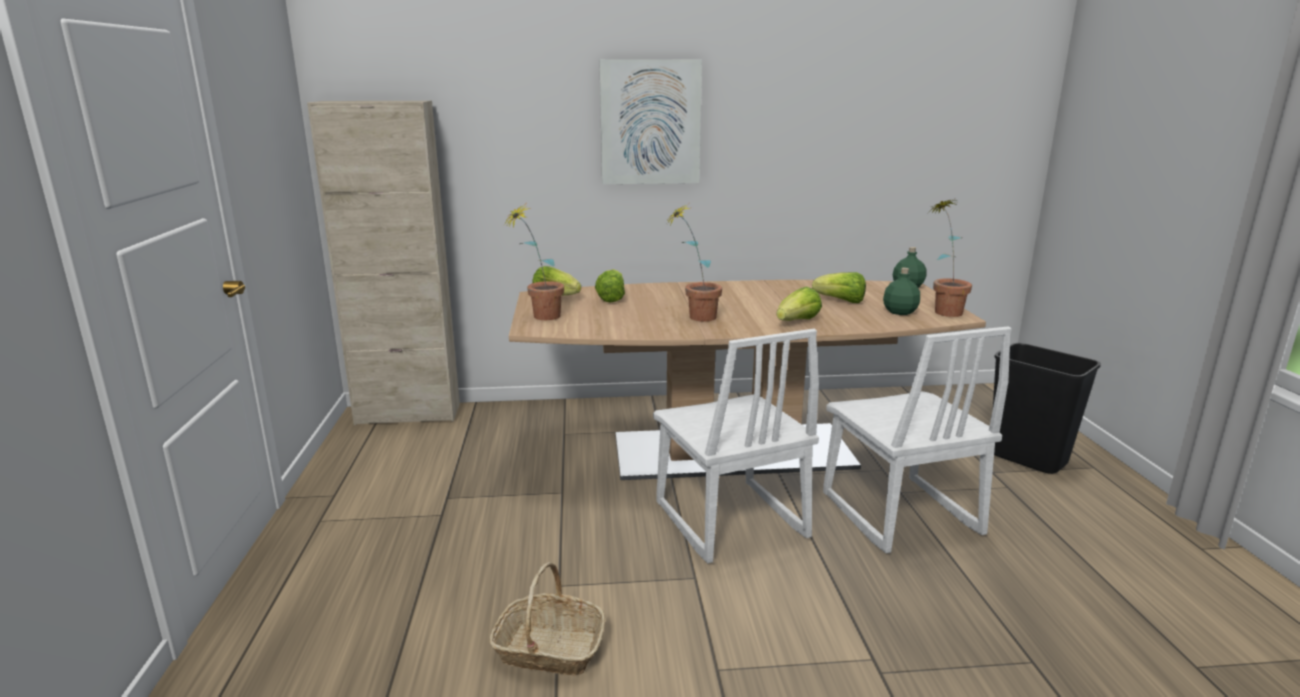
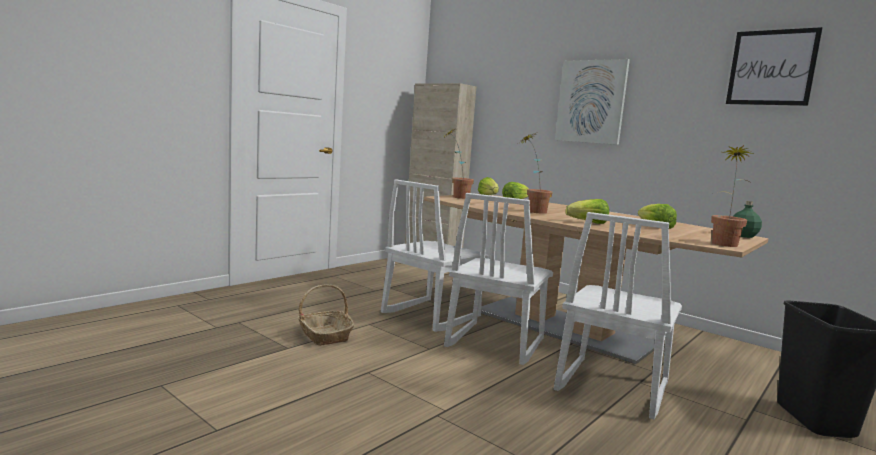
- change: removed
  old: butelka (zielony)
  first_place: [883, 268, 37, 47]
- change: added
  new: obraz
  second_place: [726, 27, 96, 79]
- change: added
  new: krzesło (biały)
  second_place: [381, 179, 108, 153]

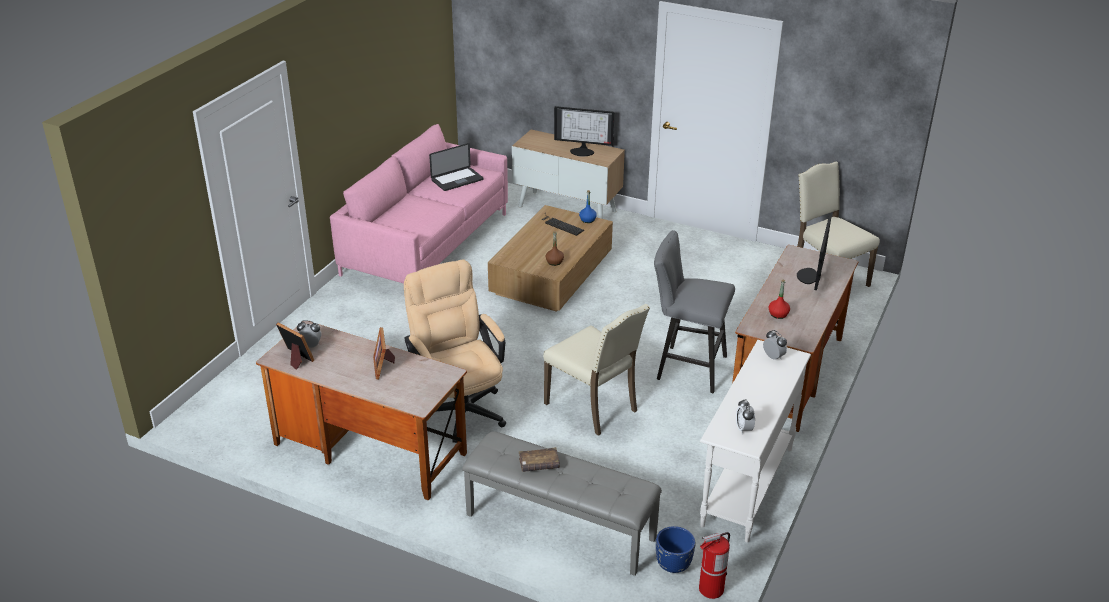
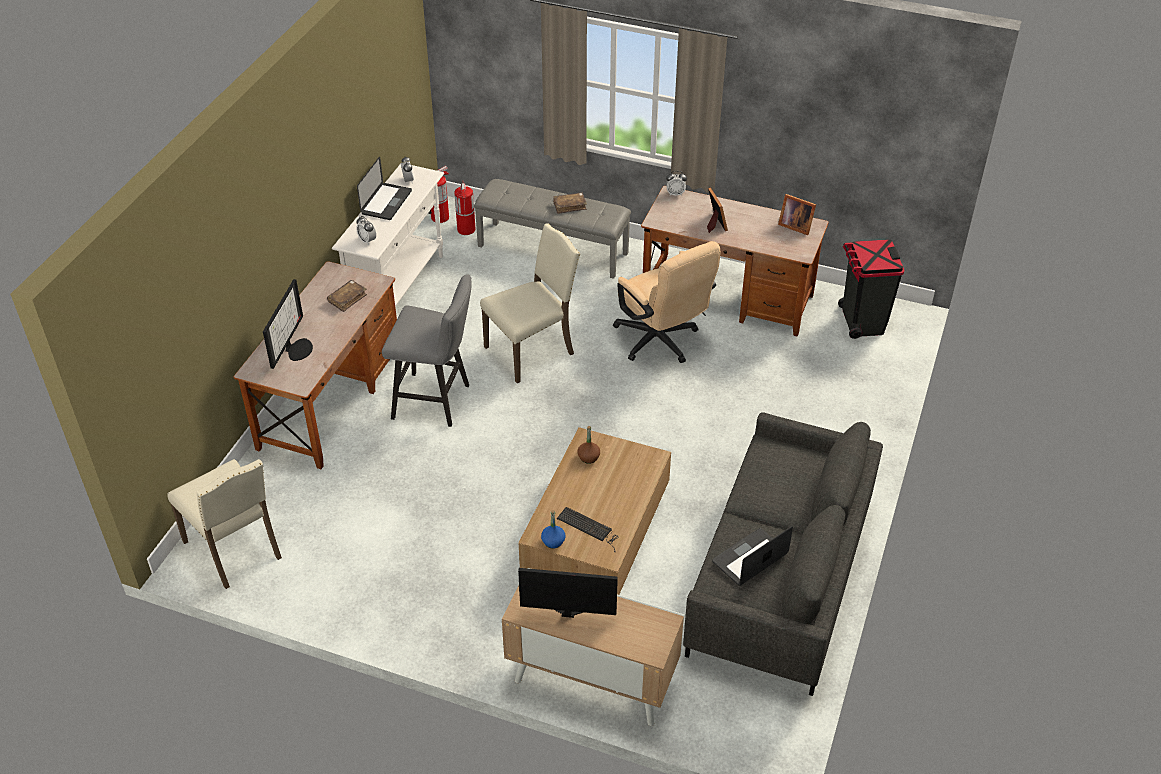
- change: recoloured
  old: kanapa (różowy)
  new: kanapa (szary)
  first_place: [330, 124, 178, 160]
  second_place: [683, 412, 200, 284]
- change: replaced
  old: butelka (czerwony)
  new: książka (brązowy)
  first_place: [769, 280, 21, 39]
  second_place: [327, 280, 40, 32]
- change: turned
  old: krzesło (beżowy)
  first_place: [543, 304, 107, 132]
  second_place: [480, 223, 101, 160]
  degrees: 105
- change: moved
  old: budzik
  first_place: [297, 320, 24, 28]
  second_place: [666, 171, 21, 25]
- change: replaced
  old: donica (niebieski)
  new: gaśnica
  first_place: [656, 526, 39, 47]
  second_place: [454, 181, 22, 54]
- change: added
  new: laptop
  second_place: [357, 157, 55, 63]
- change: added
  new: kosz na śmieci (czarny)
  second_place: [838, 239, 66, 100]

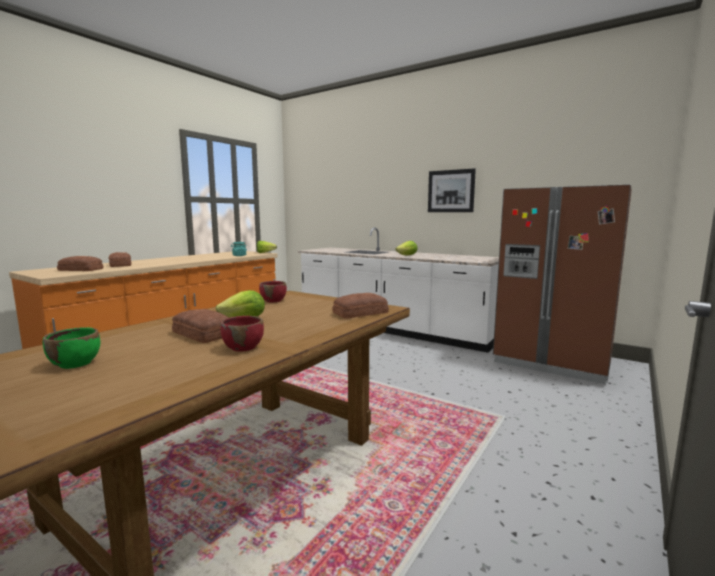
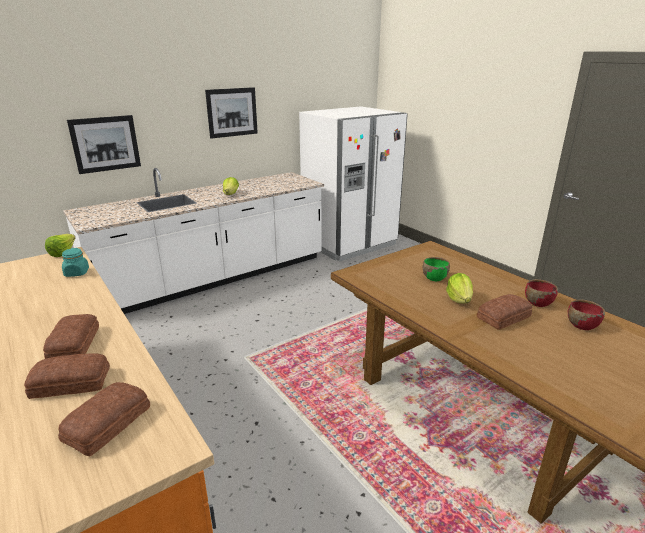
- change: recoloured
  old: lodówka (brązowy)
  new: lodówka (biały)
  first_place: [493, 184, 139, 200]
  second_place: [299, 106, 109, 156]
- change: moved
  old: miska (czerwony)
  first_place: [259, 281, 28, 21]
  second_place: [568, 300, 37, 30]
- change: moved
  old: chleb
  first_place: [332, 293, 57, 26]
  second_place: [43, 314, 56, 45]
- change: moved
  old: miska (zielony)
  first_place: [43, 327, 57, 42]
  second_place: [423, 257, 27, 24]
- change: added
  new: obraz
  second_place: [67, 115, 74, 59]

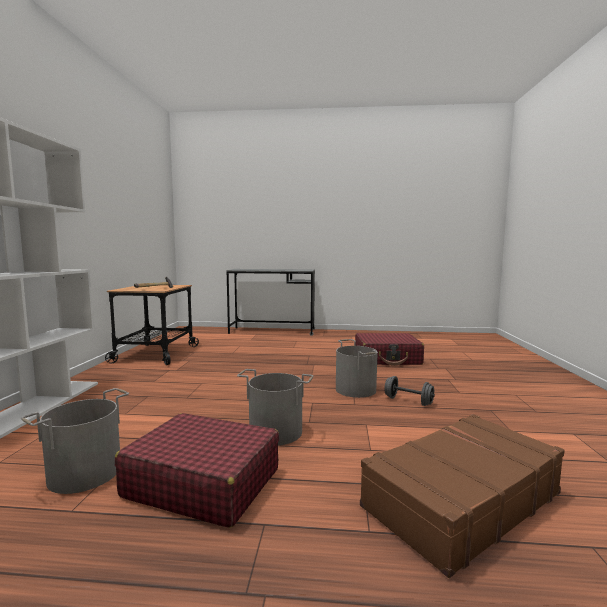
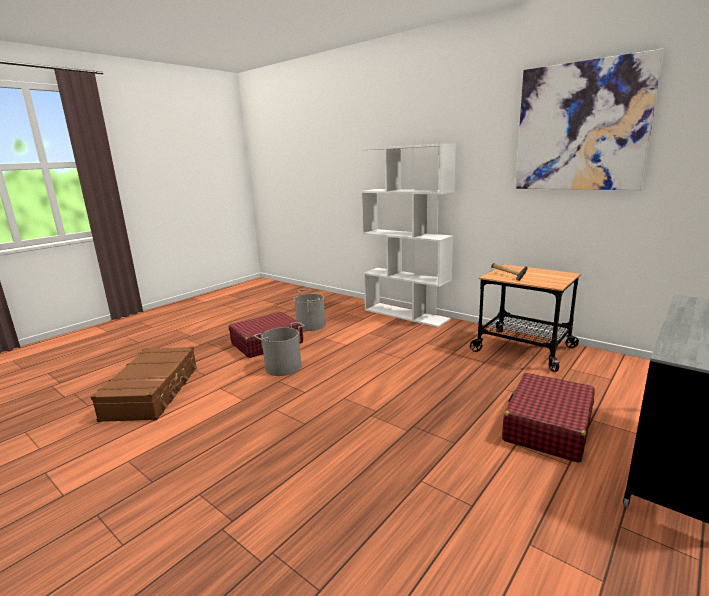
- change: moved
  old: walizka (czerwony)
  first_place: [355, 333, 69, 33]
  second_place: [502, 373, 93, 90]
- change: removed
  old: wiadro (szary)
  first_place: [336, 339, 42, 59]
- change: removed
  old: hantel (szary)
  first_place: [384, 376, 51, 30]
- change: added
  new: obraz
  second_place: [515, 49, 149, 141]

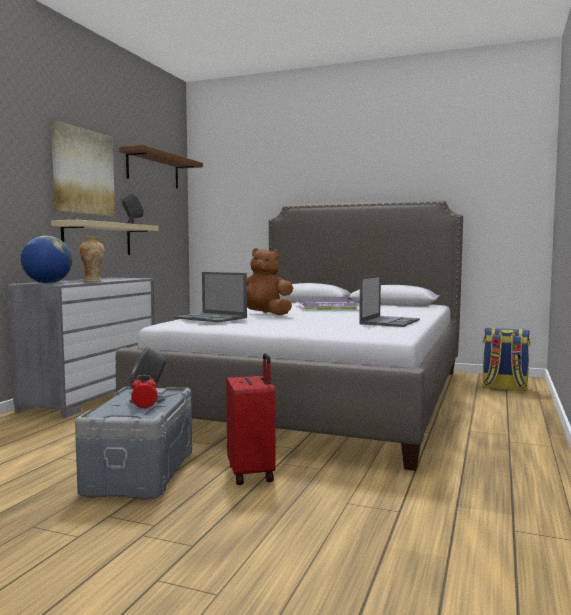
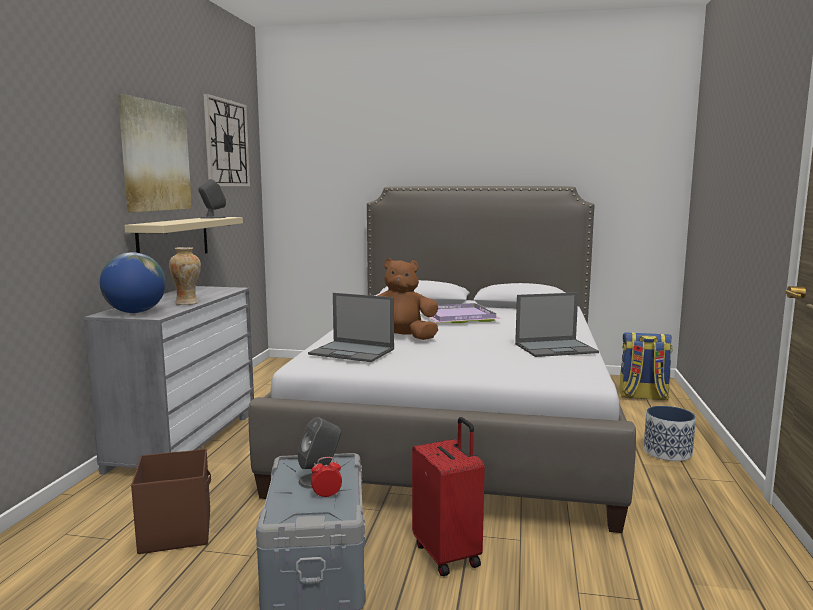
- change: replaced
  old: półka (brązowy)
  new: zegar ścienny
  first_place: [119, 145, 84, 43]
  second_place: [203, 94, 47, 92]
- change: turned
  old: laptop
  first_place: [359, 275, 61, 52]
  second_place: [515, 292, 84, 65]
  degrees: 60
- change: added
  new: donica
  second_place: [644, 406, 52, 55]
- change: added
  new: pojemnik do przechowywania (brązowy)
  second_place: [131, 449, 80, 105]

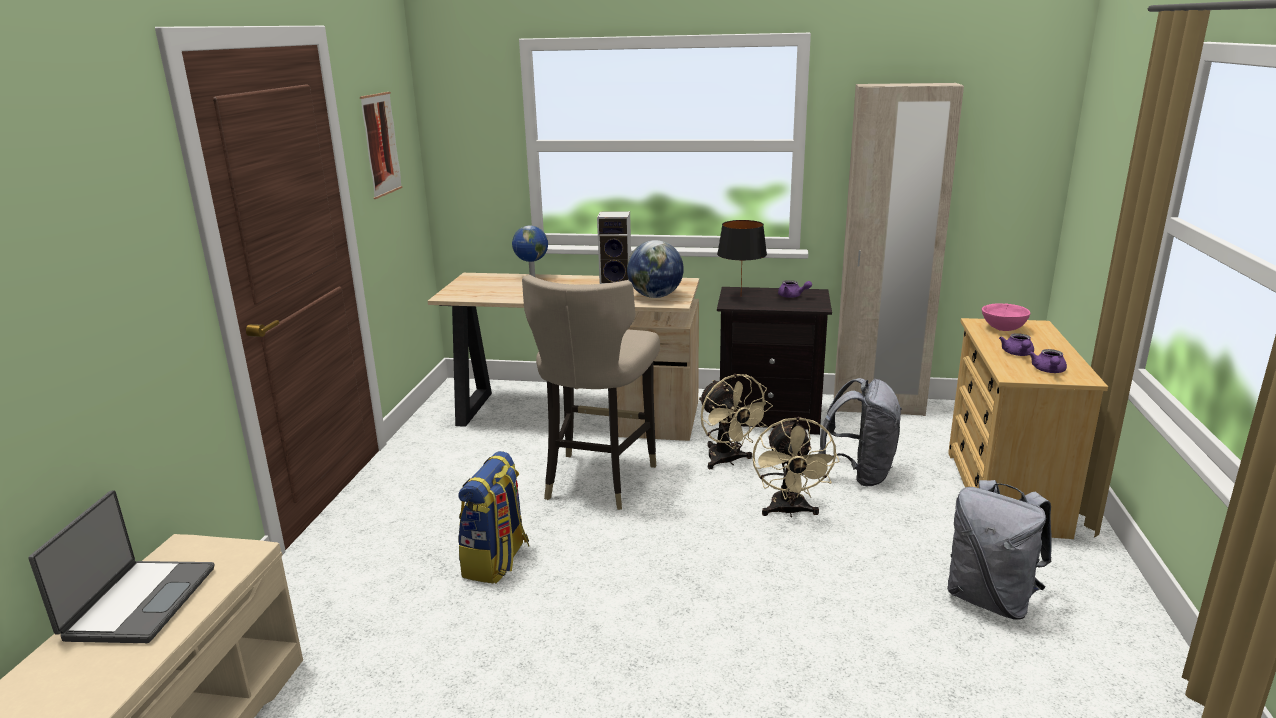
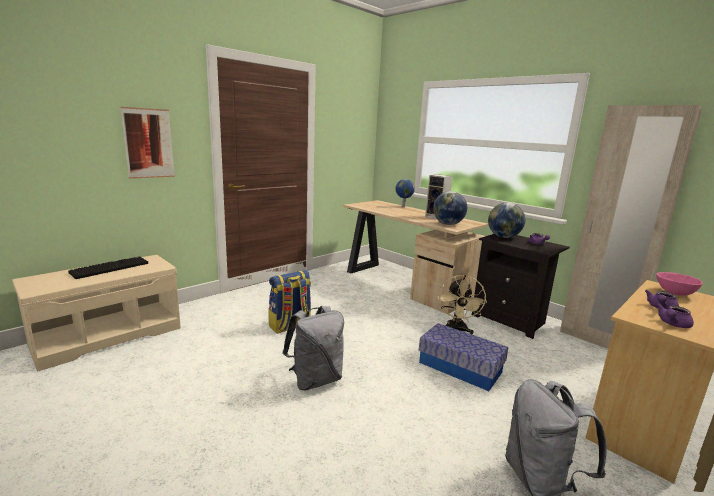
- change: moved
  old: obraz
  first_place: [360, 92, 42, 107]
  second_place: [121, 107, 54, 72]
- change: replaced
  old: lampa stołowa (czarny)
  new: globus
  first_place: [717, 220, 50, 70]
  second_place: [488, 202, 37, 36]
- change: removed
  old: stołek (beżowy)
  first_place: [522, 275, 138, 235]
- change: moved
  old: plecak (szary)
  first_place: [818, 378, 84, 108]
  second_place: [282, 306, 62, 85]
- change: replaced
  old: wentylator (beżowy)
  new: pojemnik do przechowywania
  first_place: [752, 417, 87, 101]
  second_place: [419, 323, 89, 68]
- change: replaced
  old: laptop
  new: klawiatura
  first_place: [29, 490, 186, 153]
  second_place: [68, 256, 80, 23]

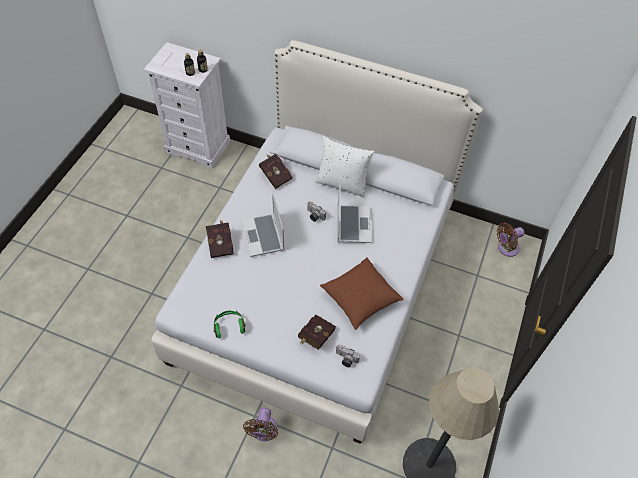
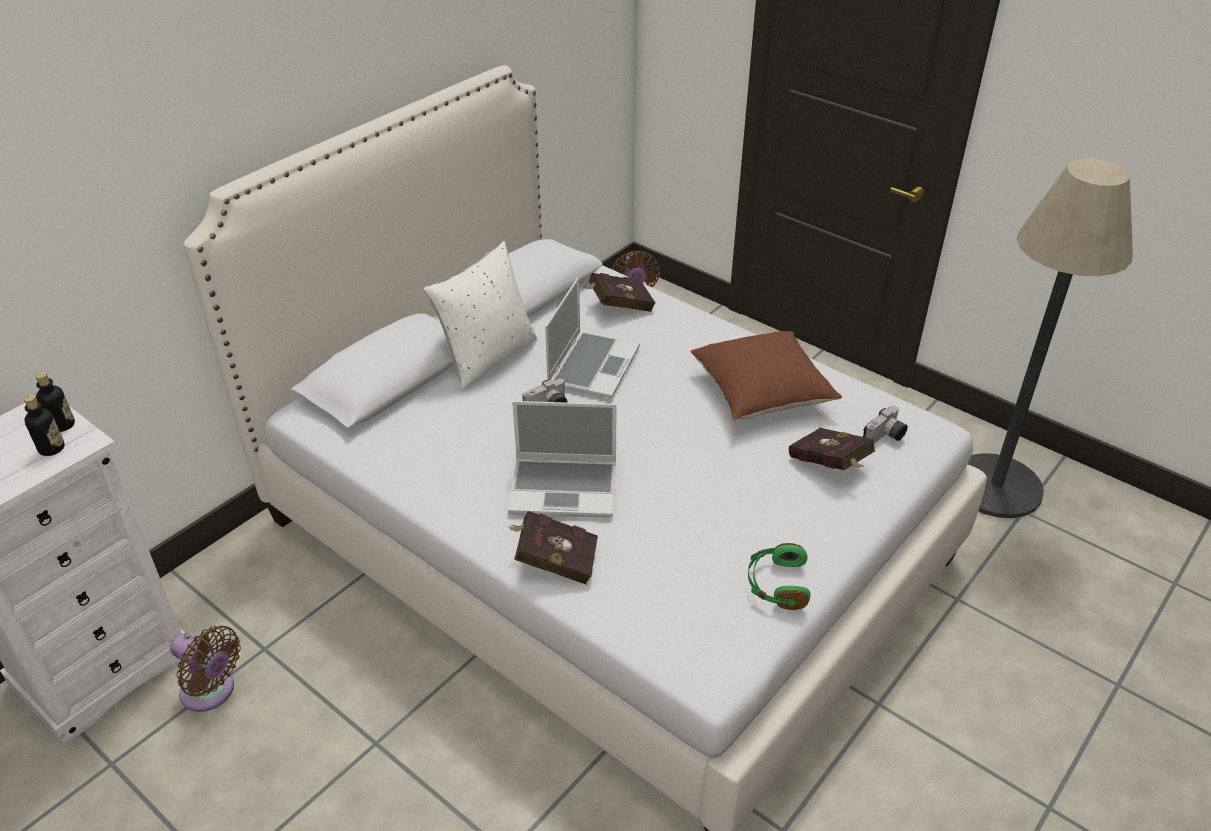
- change: moved
  old: książka (czerwony)
  first_place: [259, 154, 34, 35]
  second_place: [585, 273, 71, 39]
- change: turned
  old: laptop
  first_place: [337, 185, 35, 58]
  second_place: [545, 277, 95, 121]
  degrees: 90
- change: moved
  old: wentylator (brązowy)
  first_place: [243, 408, 35, 33]
  second_place: [170, 625, 71, 87]

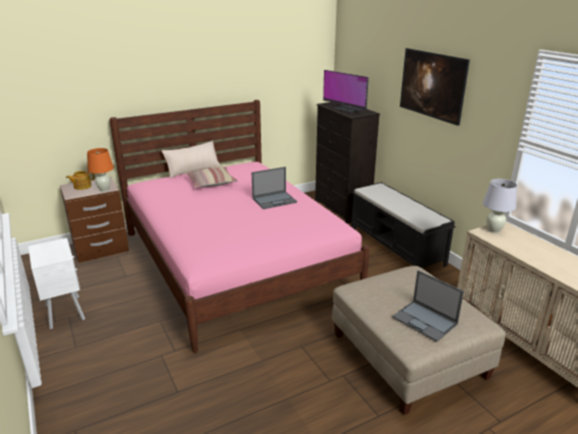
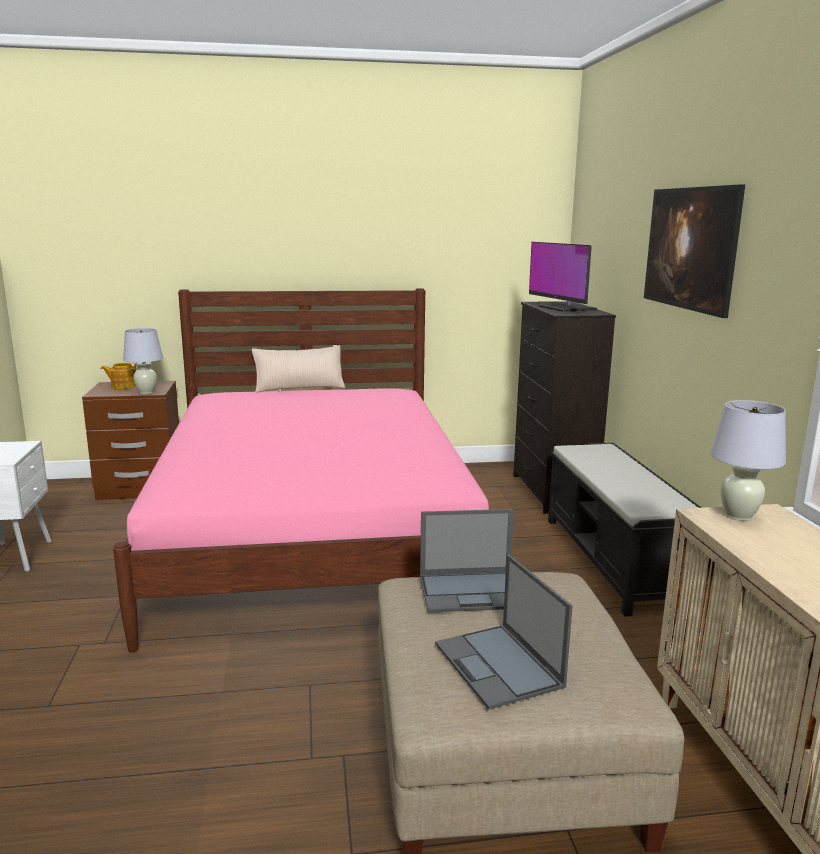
- change: recoloured
  old: lampa stołowa (pomarańczowy)
  new: lampa stołowa (biały)
  first_place: [87, 148, 27, 44]
  second_place: [123, 328, 40, 66]
- change: removed
  old: poduszka
  first_place: [186, 167, 52, 21]
- change: moved
  old: laptop
  first_place: [252, 167, 45, 42]
  second_place: [420, 509, 94, 103]

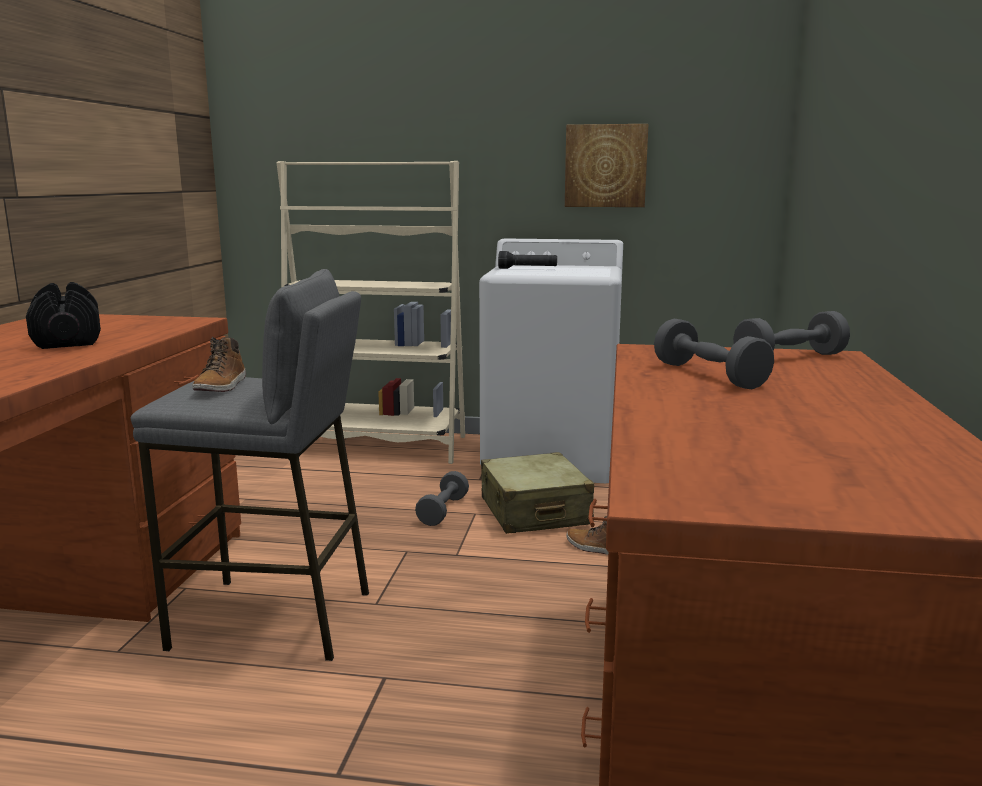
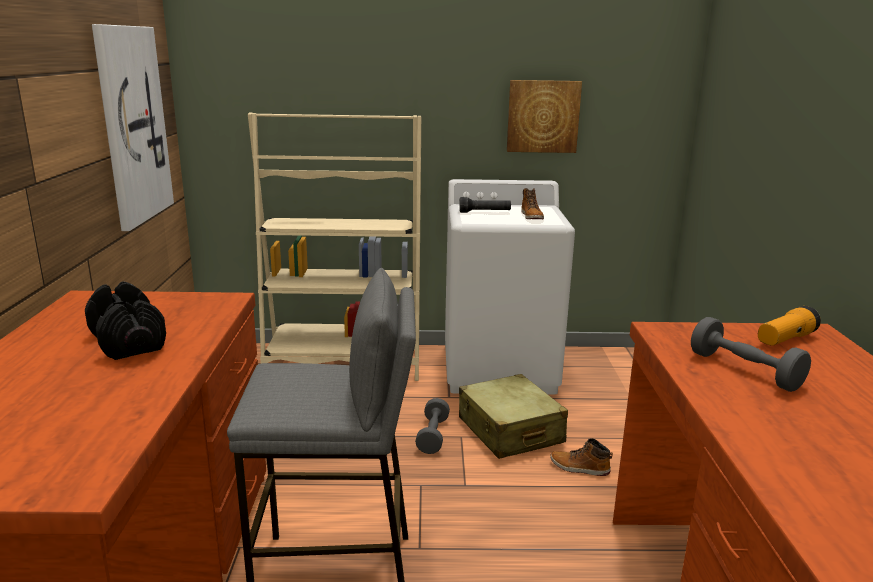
- change: replaced
  old: hantel (szary)
  new: latarka
  first_place: [733, 311, 117, 44]
  second_place: [758, 306, 63, 40]
- change: moved
  old: but z cholewką
  first_place: [192, 337, 54, 55]
  second_place: [521, 188, 23, 32]
- change: added
  new: obraz
  second_place: [92, 24, 82, 207]

